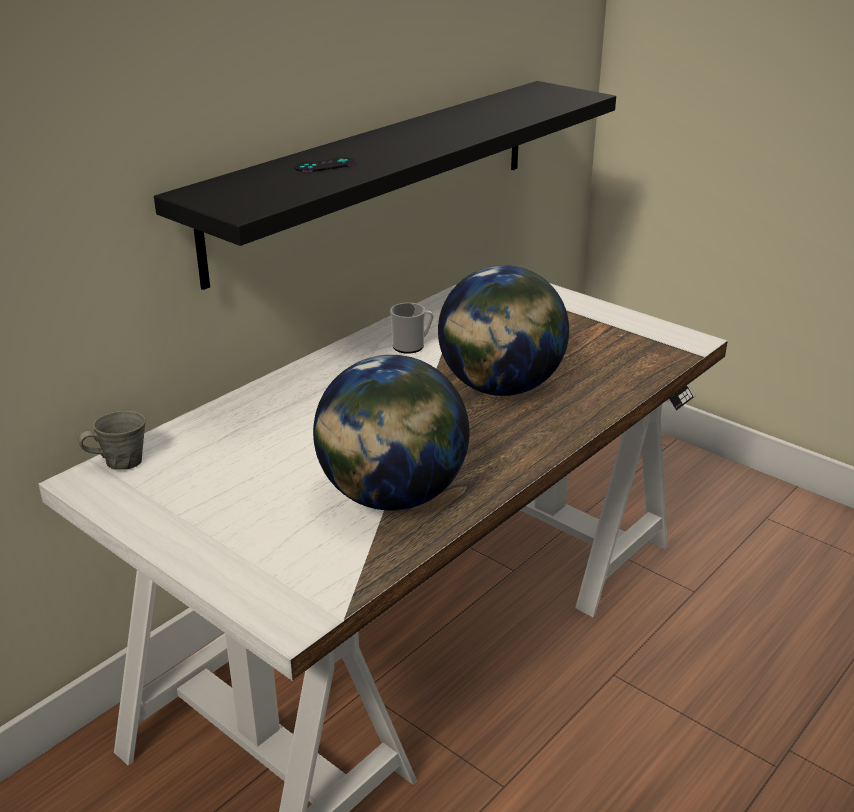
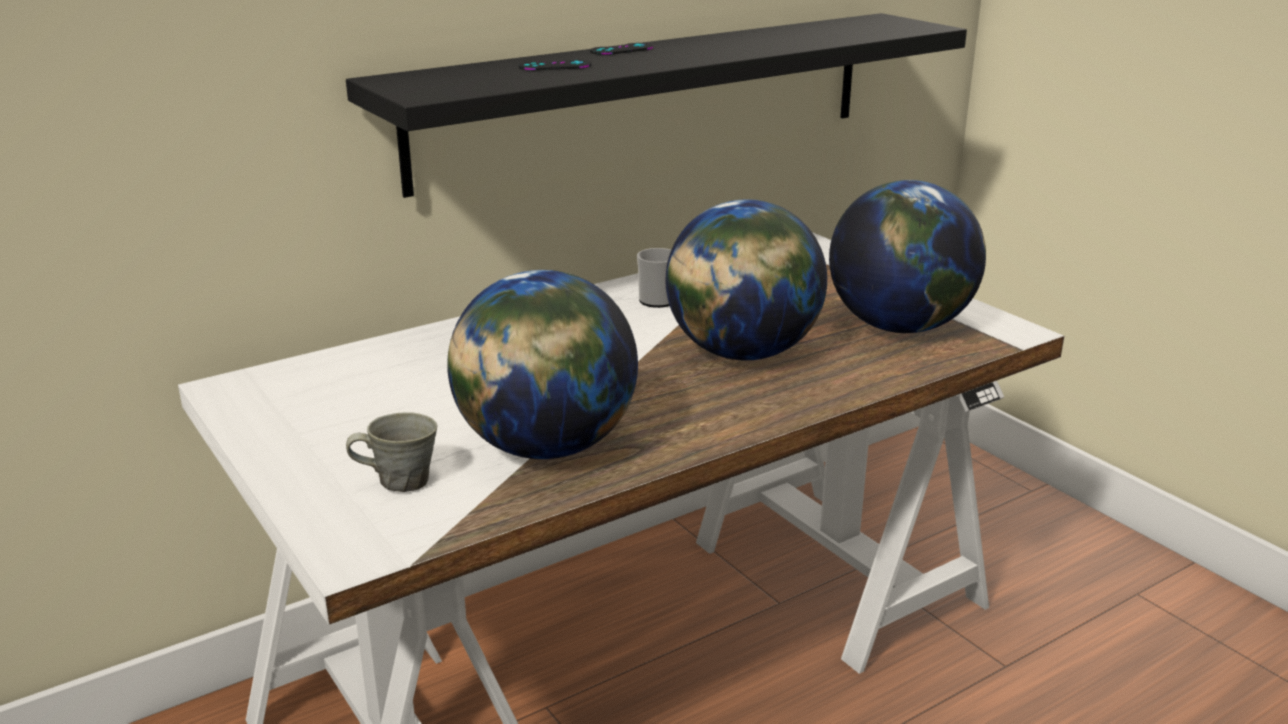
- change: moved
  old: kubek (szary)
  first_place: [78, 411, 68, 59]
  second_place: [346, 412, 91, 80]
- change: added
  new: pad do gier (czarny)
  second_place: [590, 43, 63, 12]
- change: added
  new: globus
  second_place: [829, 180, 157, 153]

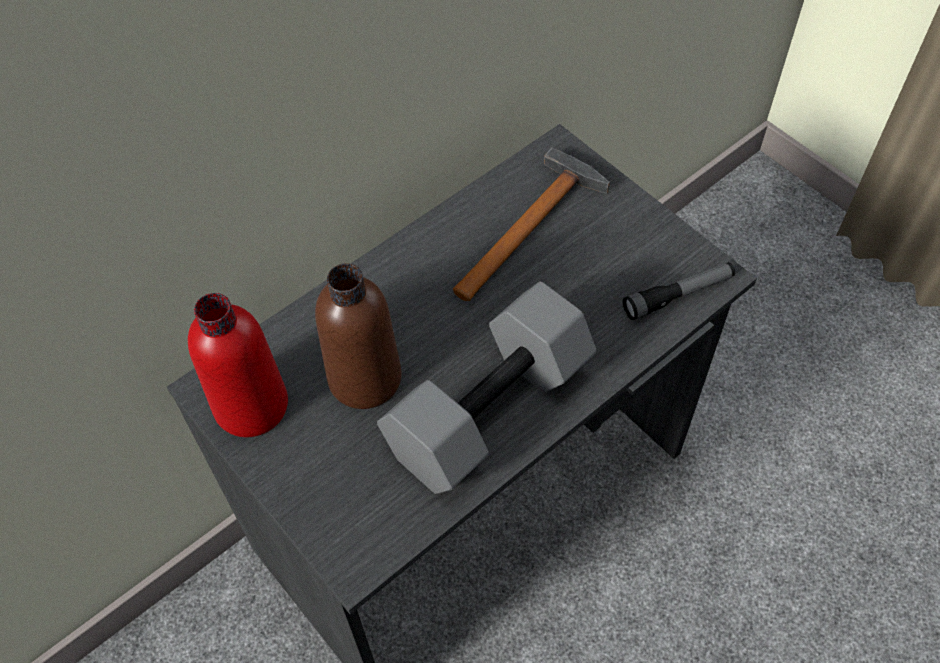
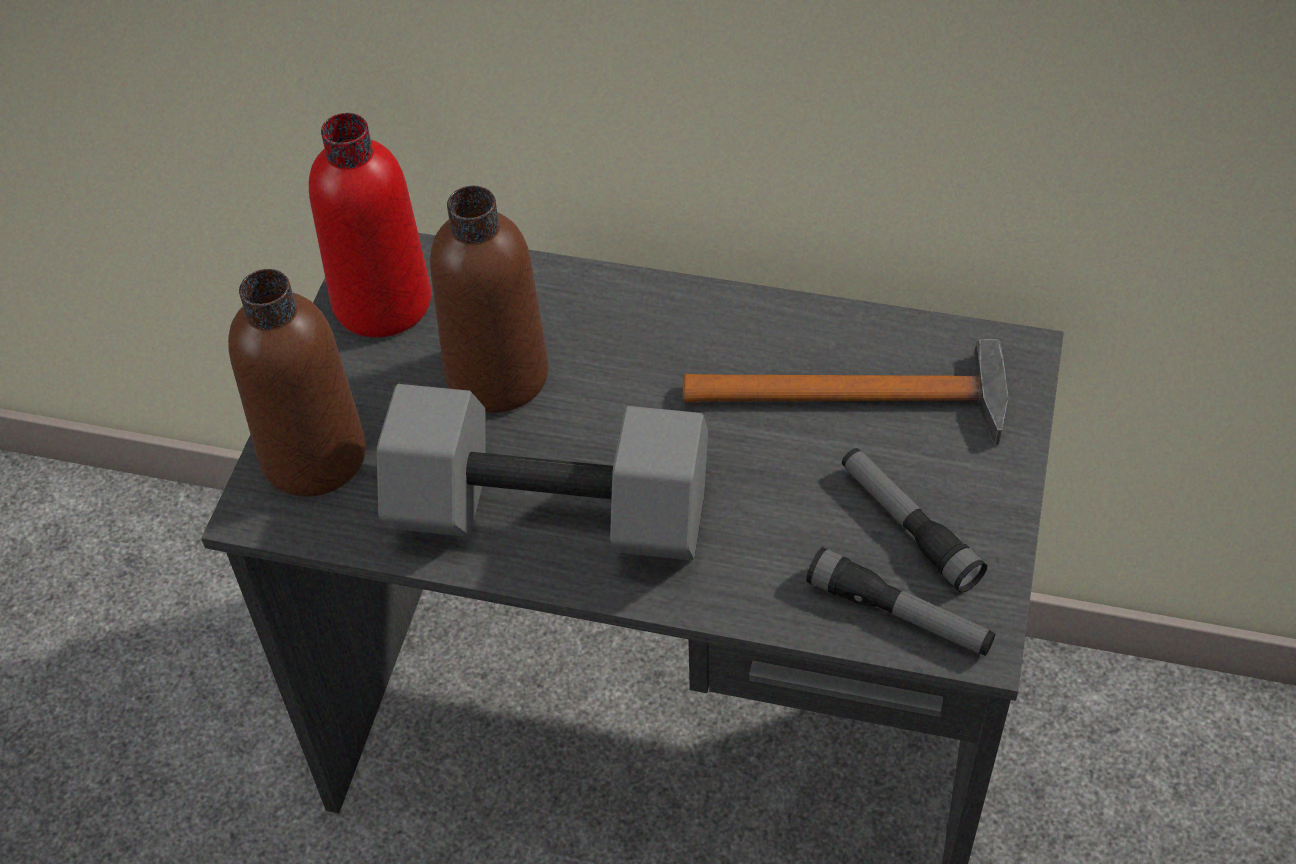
- change: added
  new: butelka (brązowy)
  second_place: [228, 269, 138, 228]
- change: added
  new: latarka
  second_place: [842, 448, 145, 145]

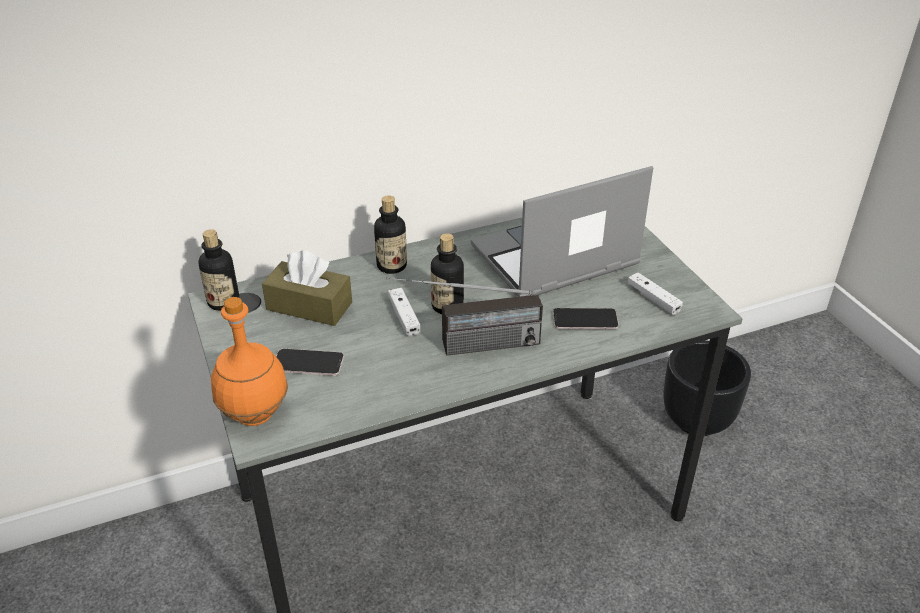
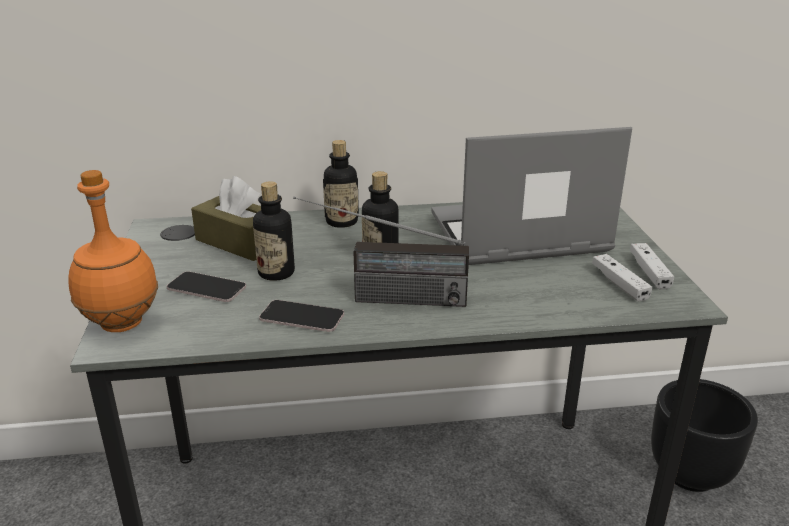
- change: moved
  old: butelka
  first_place: [199, 229, 40, 82]
  second_place: [253, 181, 42, 100]
- change: moved
  old: pad do gier (biały)
  first_place: [388, 288, 32, 48]
  second_place: [630, 243, 44, 46]
- change: moved
  old: telefon
  first_place: [553, 308, 66, 21]
  second_place: [259, 300, 85, 32]

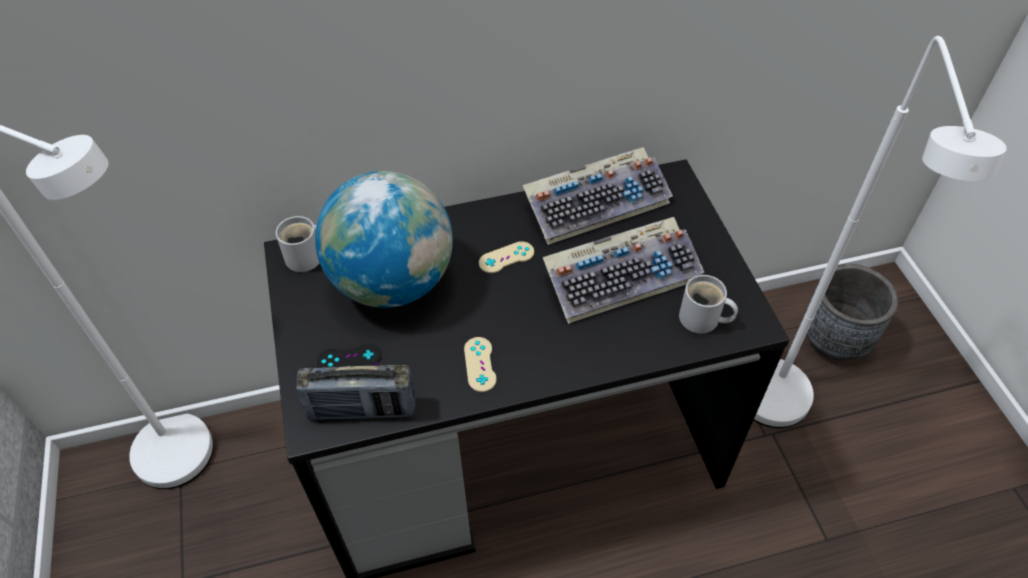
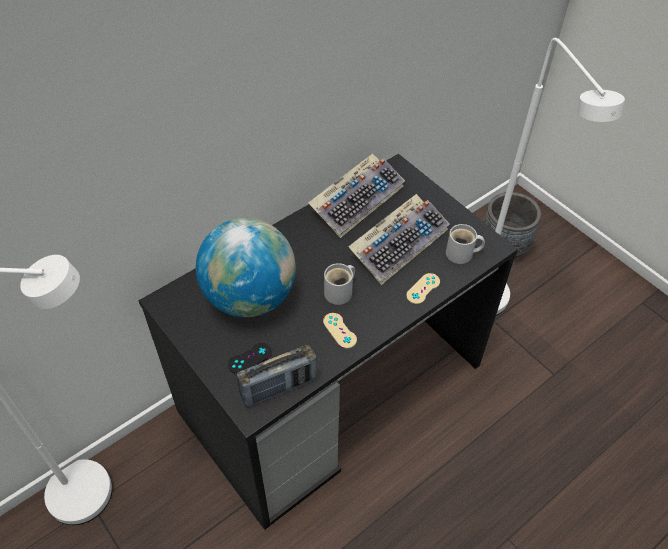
- change: moved
  old: kubek (biały)
  first_place: [276, 216, 43, 56]
  second_place: [324, 263, 31, 42]
- change: moved
  old: pad do gier (beżowy)
  first_place: [479, 241, 55, 32]
  second_place: [406, 273, 34, 31]

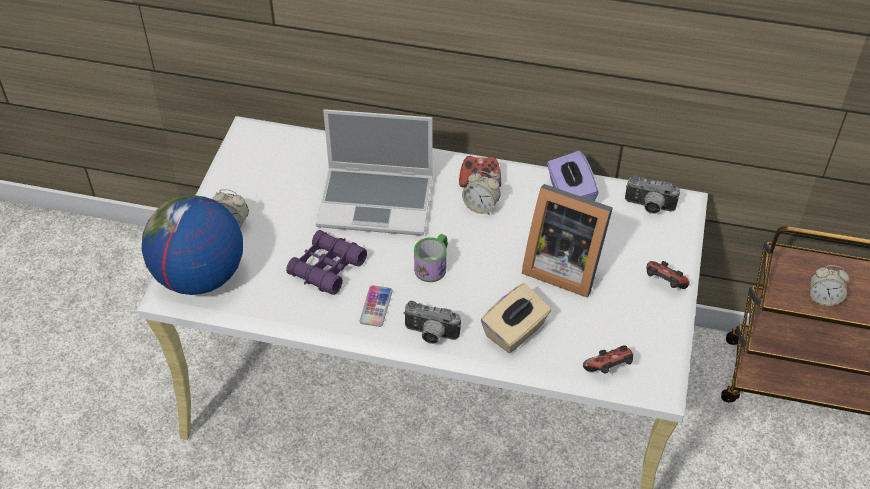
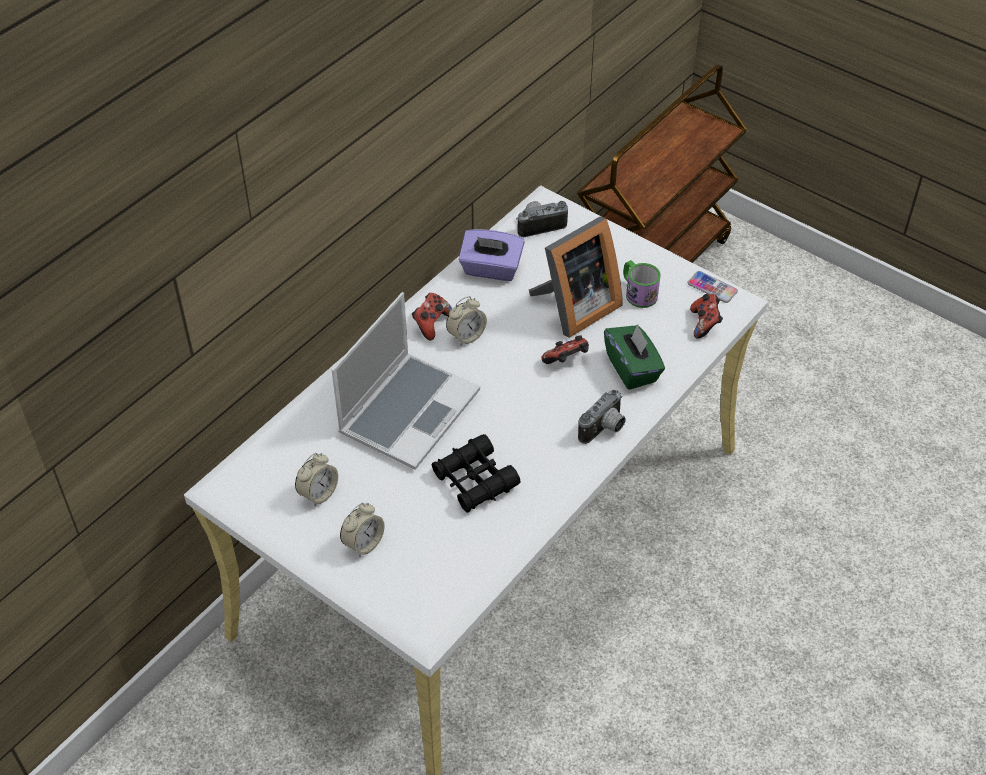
- change: turned
  old: aparat fotograficzny
  first_place: [625, 175, 55, 39]
  second_place: [516, 201, 52, 36]
  degrees: -150
- change: removed
  old: globus
  first_place: [142, 195, 101, 100]
- change: recoloured
  old: lornetka (fioletowy)
  new: lornetka (czarny)
  first_place: [286, 230, 81, 65]
  second_place: [432, 434, 88, 79]
- change: moved
  old: kubek
  first_place: [414, 234, 33, 48]
  second_place: [623, 260, 38, 48]
- change: moved
  old: pad do gier
  first_place: [647, 261, 42, 28]
  second_place: [541, 335, 48, 29]
- change: moved
  old: budzik
  first_place: [810, 265, 39, 41]
  second_place: [295, 453, 43, 53]
- change: recoloured
  old: pudełko chusteczek (beżowy)
  new: pudełko chusteczek (zielony)
  first_place: [481, 283, 70, 70]
  second_place: [604, 324, 61, 66]
- change: moved
  old: telefon
  first_place: [360, 285, 33, 42]
  second_place: [687, 271, 51, 32]

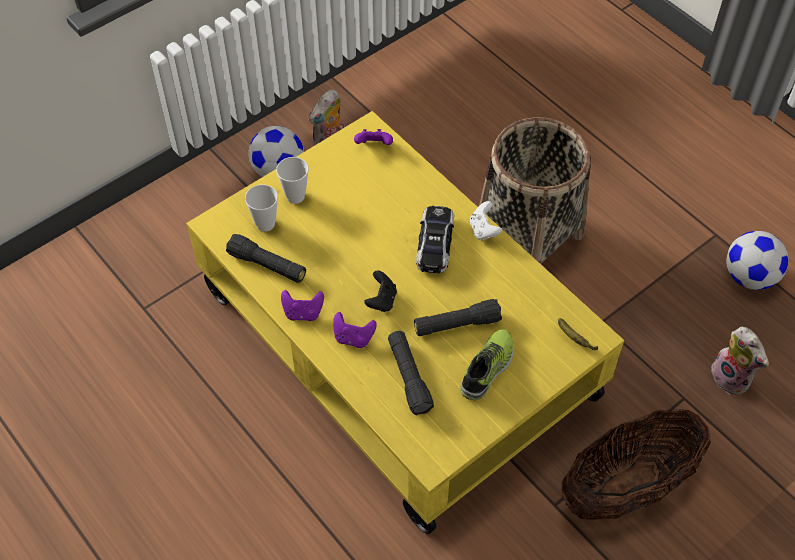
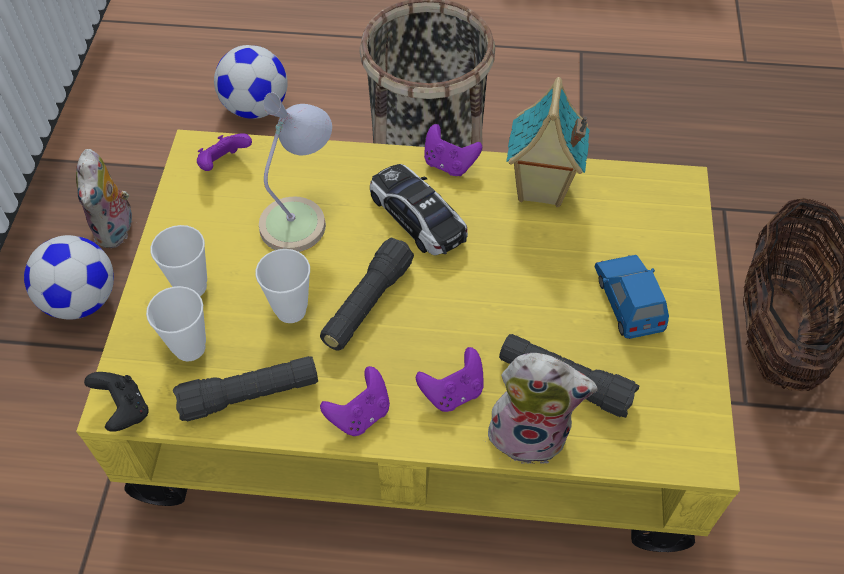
- change: recoloured
  old: pad do gier (biały)
  new: pad do gier (fioletowy)
  first_place: [470, 201, 32, 40]
  second_place: [424, 124, 58, 52]
- change: moved
  old: piłka futbolowa
  first_place: [726, 231, 63, 59]
  second_place: [214, 45, 74, 74]
- change: moved
  old: pad do gier (czarny)
  first_place: [364, 271, 33, 41]
  second_place: [84, 372, 64, 60]
- change: moved
  old: latarka (czarny)
  first_place: [414, 299, 88, 37]
  second_place: [320, 238, 94, 113]
- change: removed
  old: banan
  first_place: [558, 318, 40, 32]
- change: moved
  old: pluszak
  first_place: [711, 327, 58, 68]
  second_place: [485, 353, 113, 111]
- change: replaced
  old: but
  new: samochodzik (niebieski)
  first_place: [460, 329, 54, 71]
  second_place: [594, 255, 75, 84]
- change: added
  new: domek
  second_place: [506, 77, 84, 130]
- change: added
  new: lampa stołowa
  second_place: [259, 92, 73, 160]
- change: added
  new: filiżanka
  second_place: [255, 249, 55, 74]

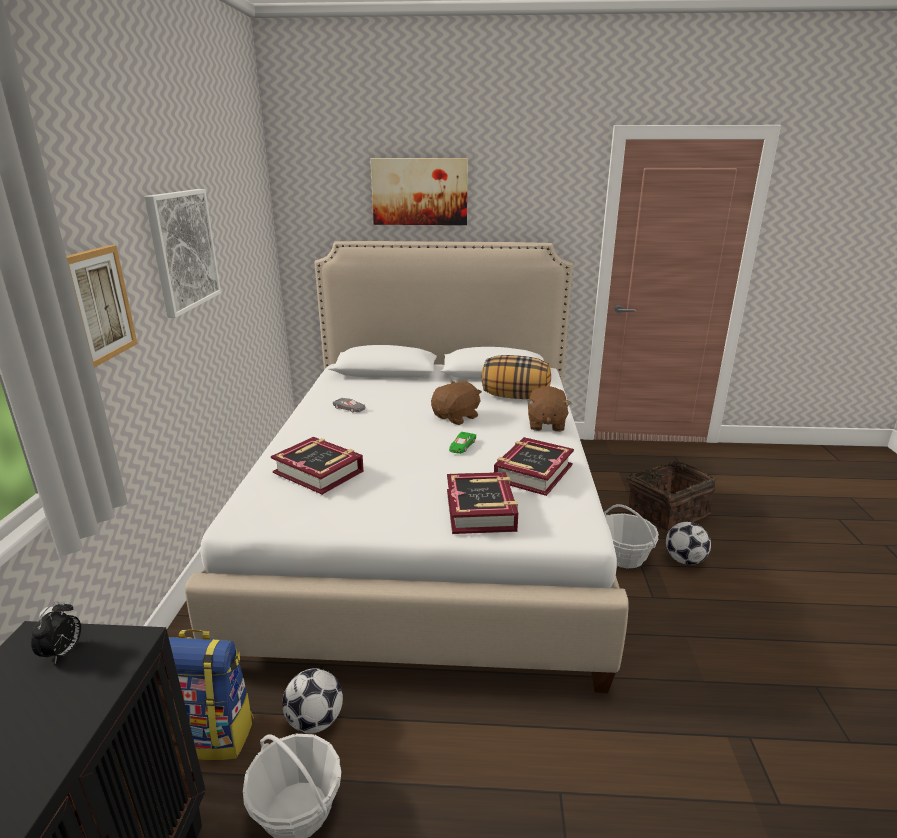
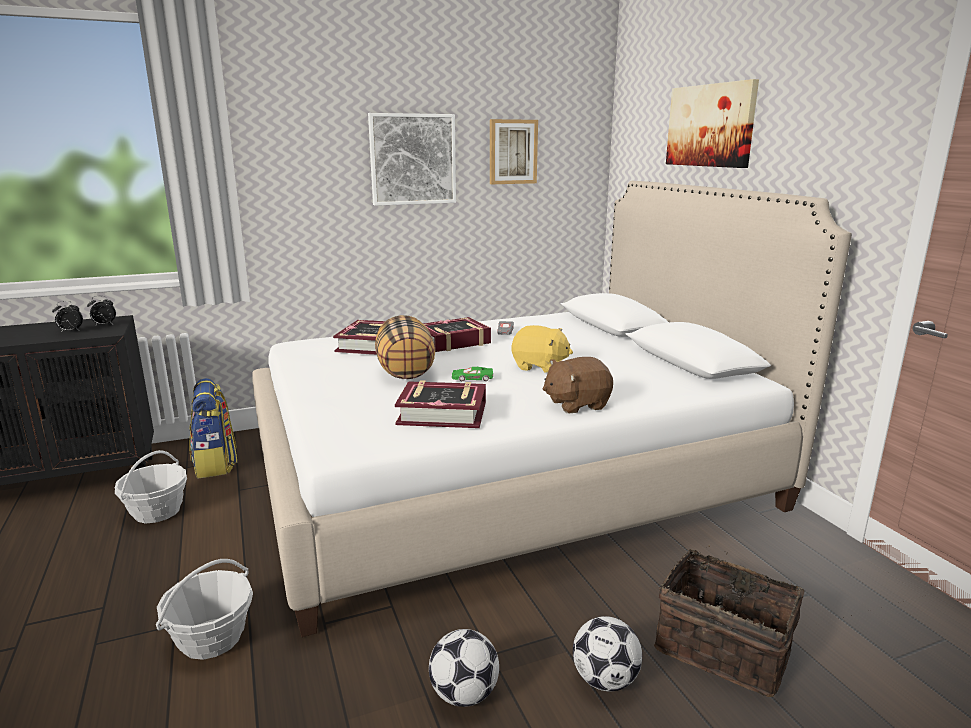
- change: moved
  old: obraz
  first_place: [66, 245, 71, 123]
  second_place: [490, 119, 48, 65]
- change: moved
  old: poduszka
  first_place: [482, 355, 69, 44]
  second_place: [375, 315, 60, 64]
- change: recoloured
  old: pluszak (brązowy)
  new: pluszak (żółty)
  first_place: [431, 381, 51, 44]
  second_place: [512, 325, 61, 48]
- change: moved
  old: książka
  first_place: [447, 472, 71, 62]
  second_place: [423, 317, 68, 35]
- change: moved
  old: koszyk
  first_place: [604, 504, 55, 64]
  second_place: [156, 559, 97, 101]
- change: moved
  old: piłka futbolowa
  first_place: [282, 668, 61, 65]
  second_place: [429, 629, 70, 78]
- change: added
  new: budzik
  second_place: [52, 301, 31, 32]

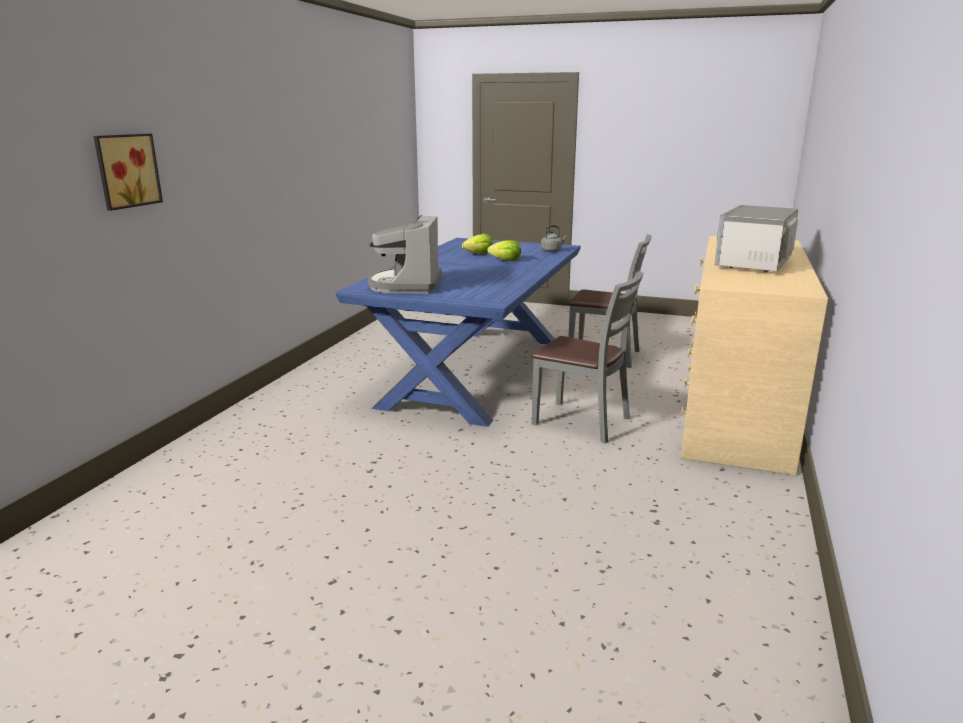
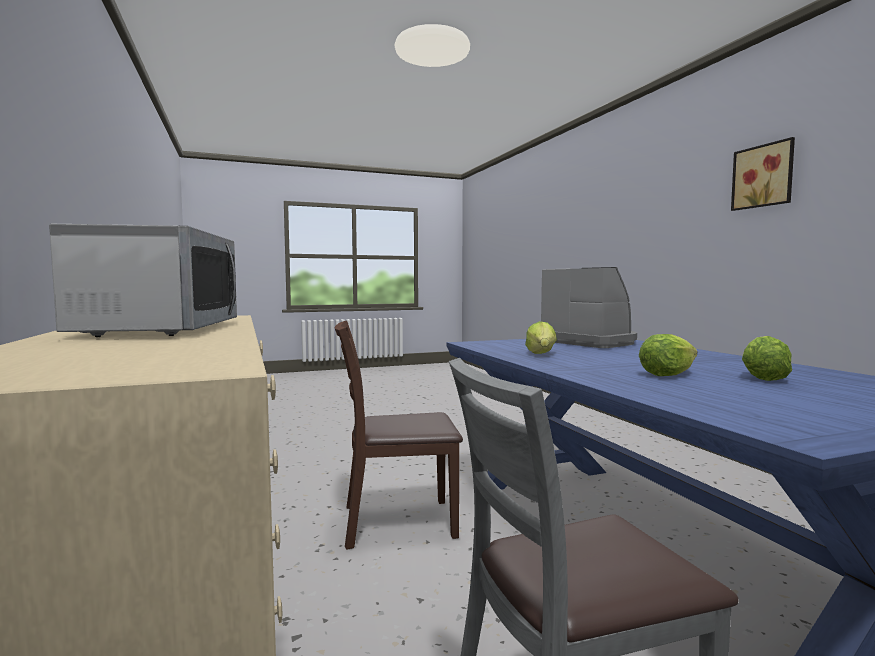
- change: moved
  old: obraz
  first_place: [94, 134, 69, 77]
  second_place: [731, 137, 64, 74]
- change: removed
  old: czajnik (szary)
  first_place: [541, 225, 26, 27]
- change: recoloured
  old: krzesło (szary)
  new: krzesło (brązowy)
  first_place: [531, 271, 113, 173]
  second_place: [334, 321, 129, 229]
- change: added
  new: sałata
  second_place: [525, 321, 32, 33]

